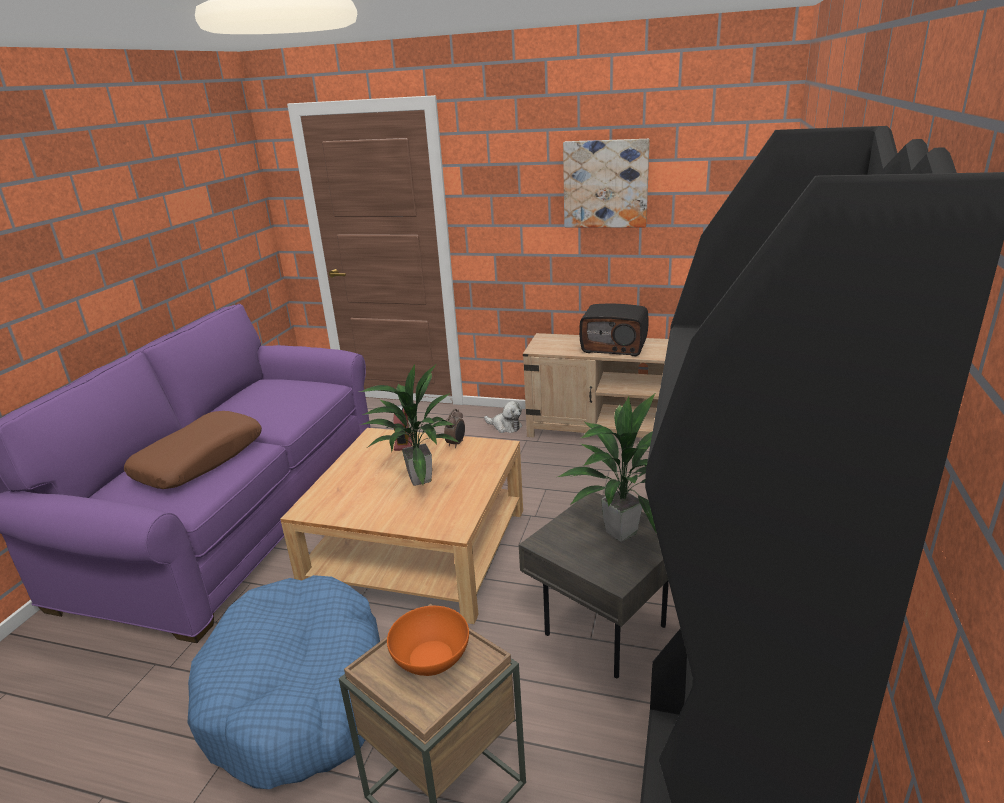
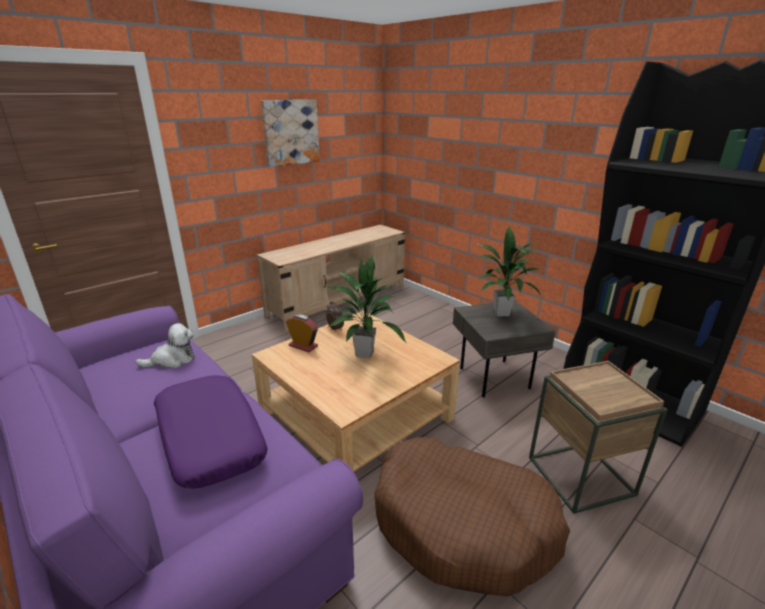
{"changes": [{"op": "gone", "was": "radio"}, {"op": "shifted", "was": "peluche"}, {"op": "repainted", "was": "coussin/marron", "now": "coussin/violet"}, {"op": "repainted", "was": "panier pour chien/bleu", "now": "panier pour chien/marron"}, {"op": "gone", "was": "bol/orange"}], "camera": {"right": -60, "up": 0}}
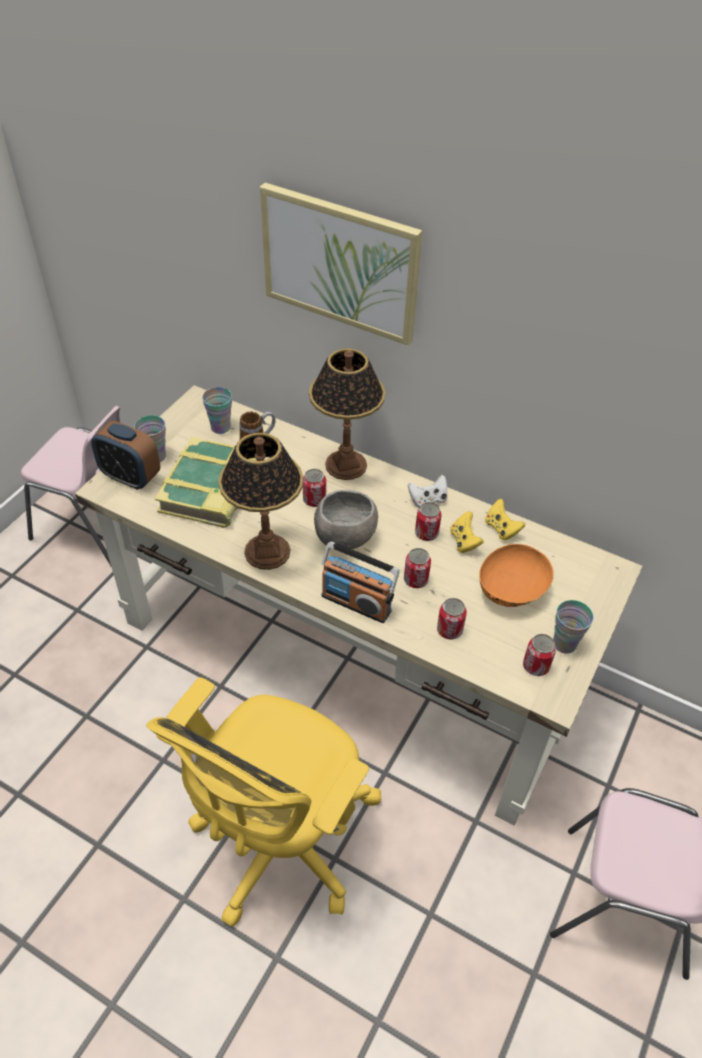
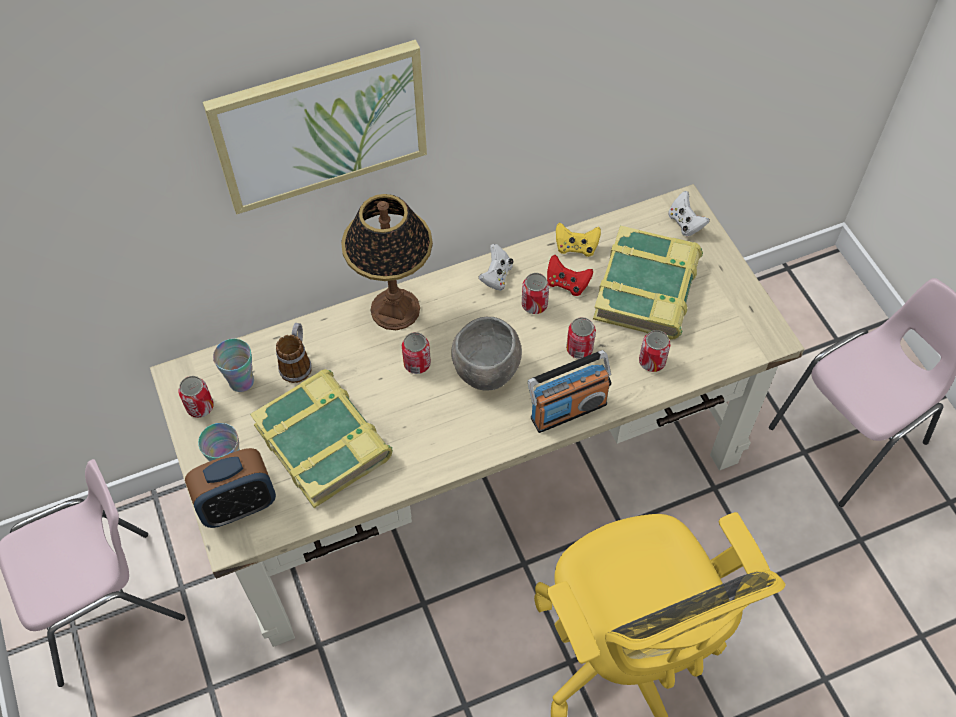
{"changes": [{"op": "gone", "was": "lampe de table (no. 1 from left)"}, {"op": "repainted", "was": "manette/jaune (no. 1 from left)", "now": "manette/rouge"}, {"op": "swapped", "was": "bol/orange", "now": "livre (no. 2 from left)"}, {"op": "gone", "was": "tasse (no. 3 from left)"}, {"op": "shifted", "was": "boîte métallique (no. 5 from left in the first image)", "now": "boîte métallique (no. 1 from left)"}, {"op": "new", "now": "manette/blanc (no. 2 from left)"}], "camera": {"right": -50, "up": 10}}
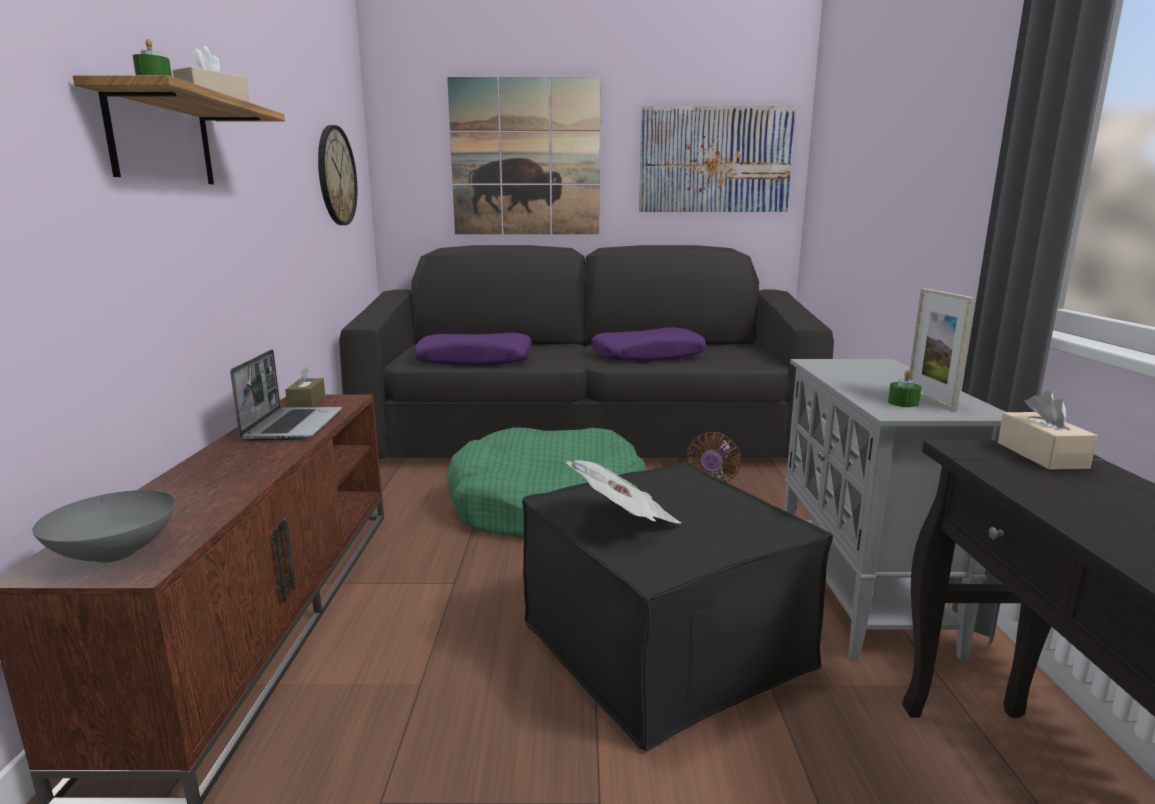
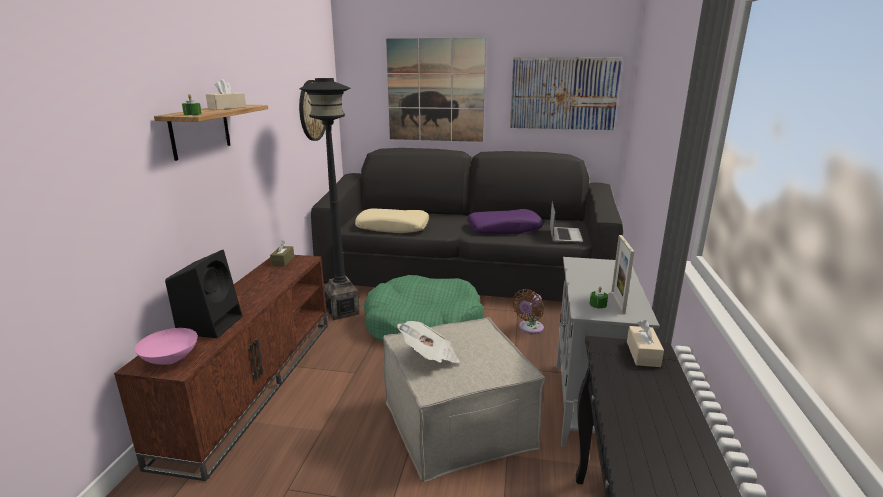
{"changes": [{"op": "repainted", "was": "coussin/violet (no. 1 from left)", "now": "coussin/beige"}, {"op": "shifted", "was": "ordinateur portable"}, {"op": "repainted", "was": "pouf/noir", "now": "pouf/beige"}, {"op": "repainted", "was": "bol/gris", "now": "bol/rose"}, {"op": "new", "now": "lampadaire/noir"}, {"op": "new", "now": "enceinte/noir"}], "camera": {"right": 10, "up": 5}}
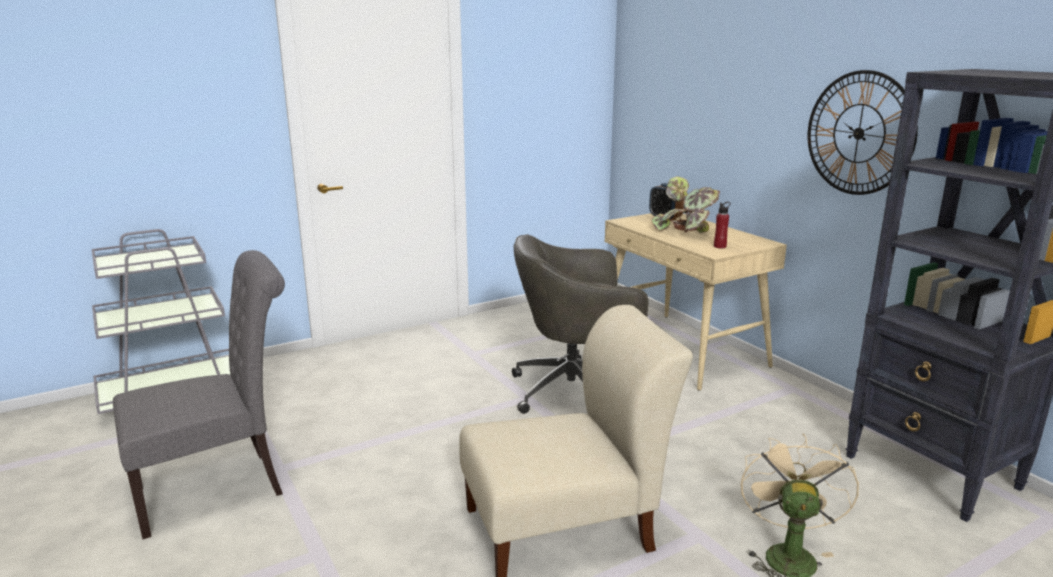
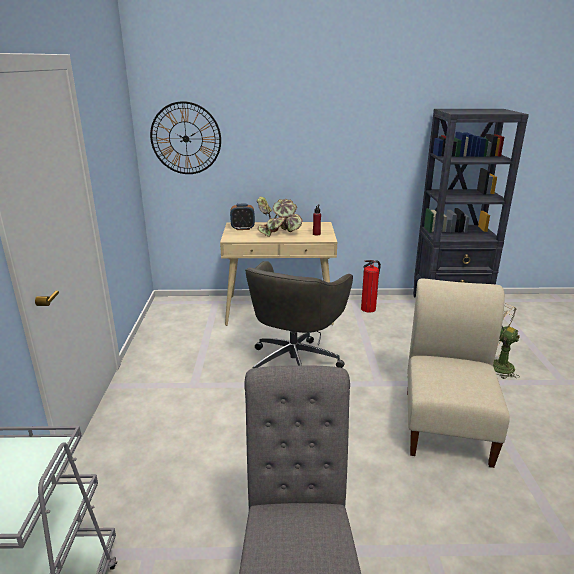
{"changes": [{"op": "shifted", "was": "horloge murale"}, {"op": "new", "now": "extincteur"}], "camera": {"right": -60, "up": 5}}
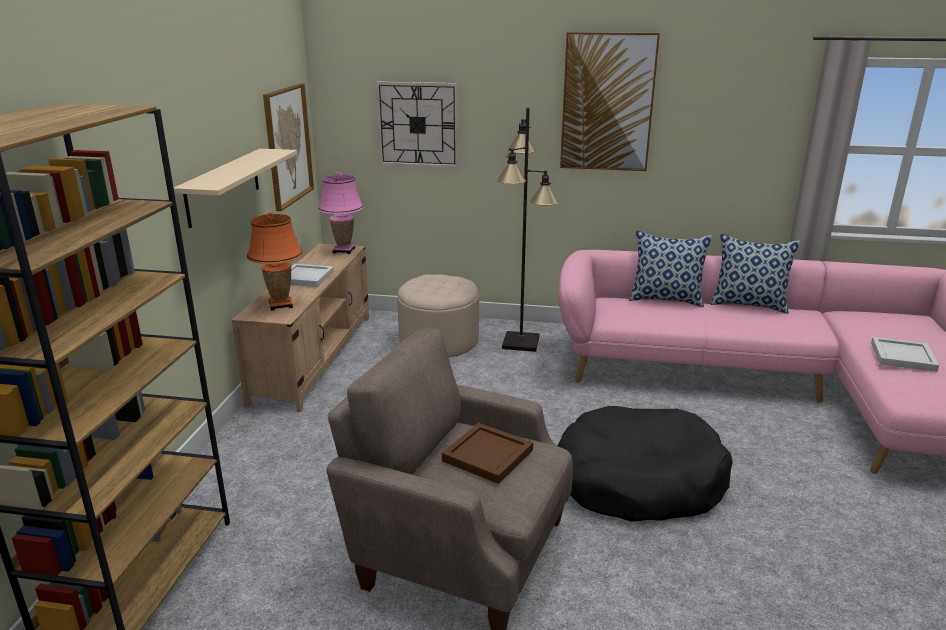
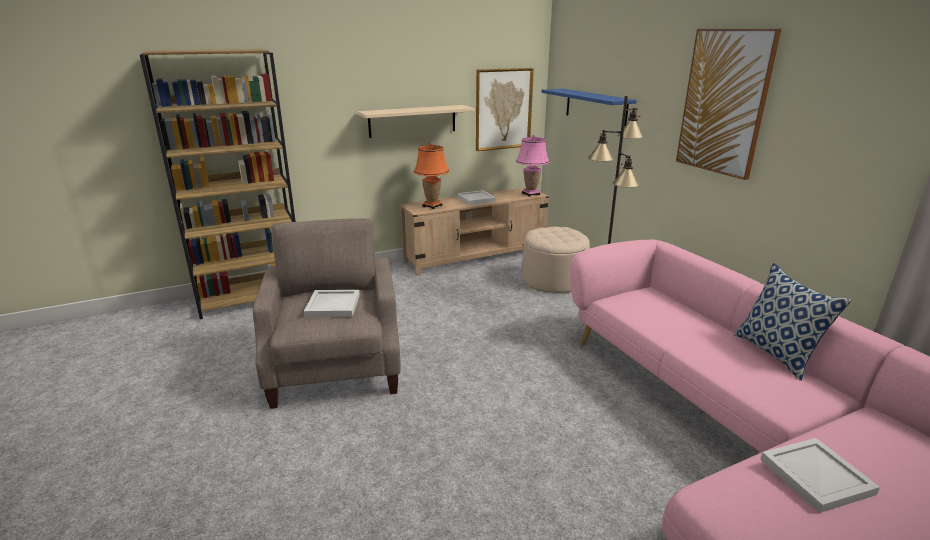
{"changes": [{"op": "swapped", "was": "horloge murale", "now": "étagère/bleu"}, {"op": "gone", "was": "coussin (no. 1 from left)"}, {"op": "gone", "was": "panier pour chien/noir"}, {"op": "repainted", "was": "plateau/marron", "now": "plateau/blanc (no. 1 from left)"}], "camera": {"right": 55, "up": 0}}
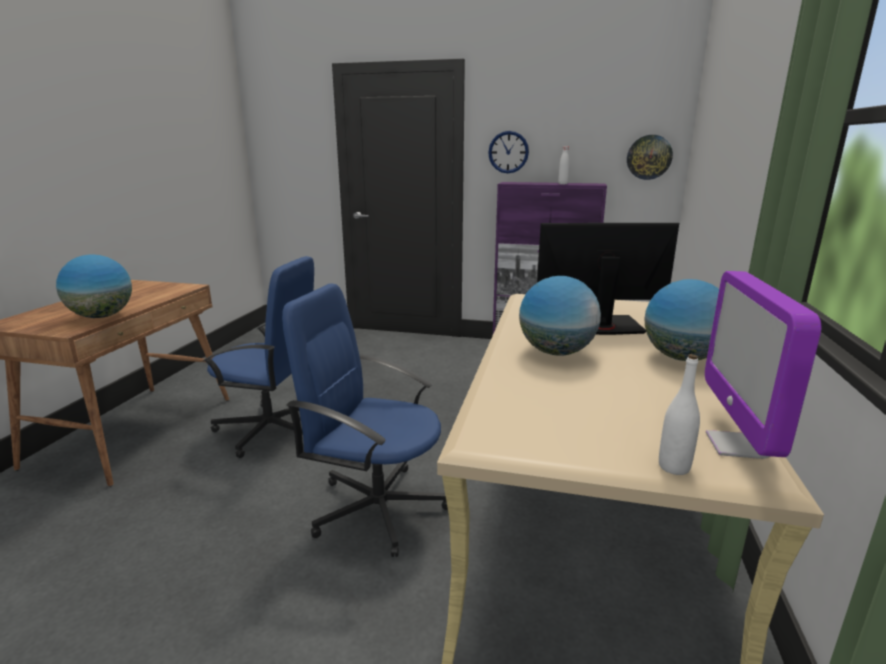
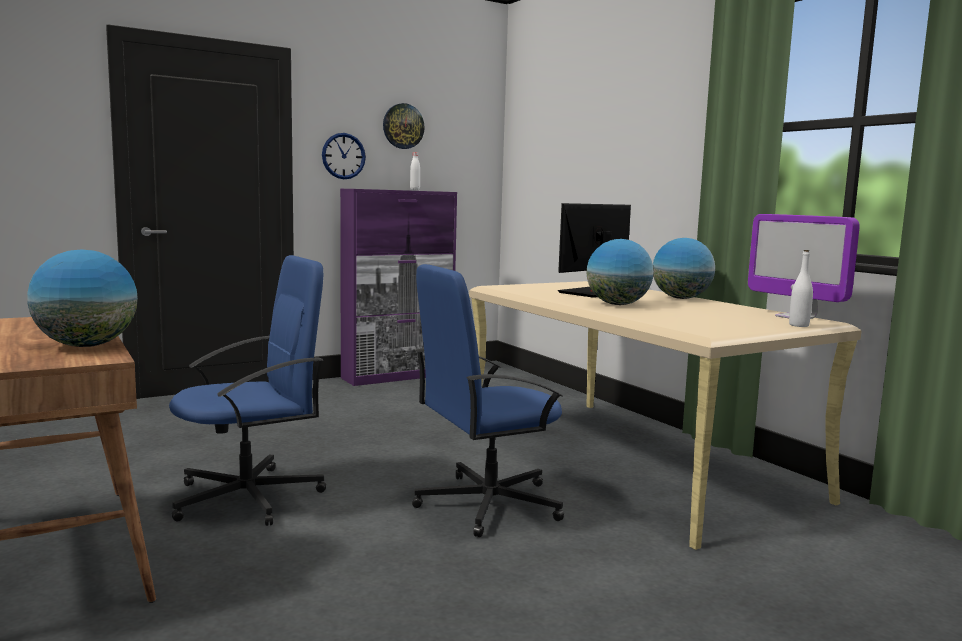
{"changes": [{"op": "shifted", "was": "horloge murale (no. 2 from left)"}], "camera": {"right": -45, "up": -10}}
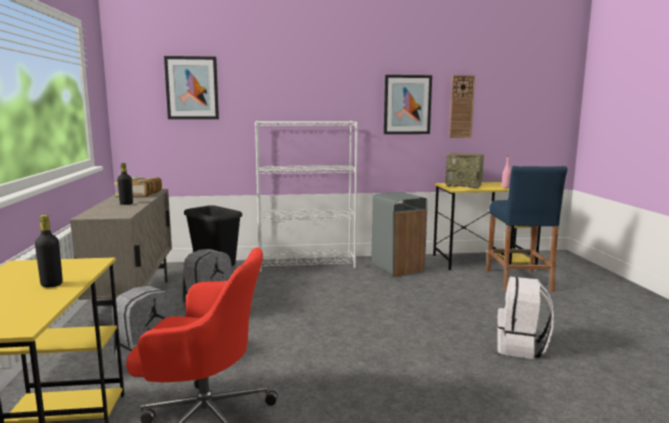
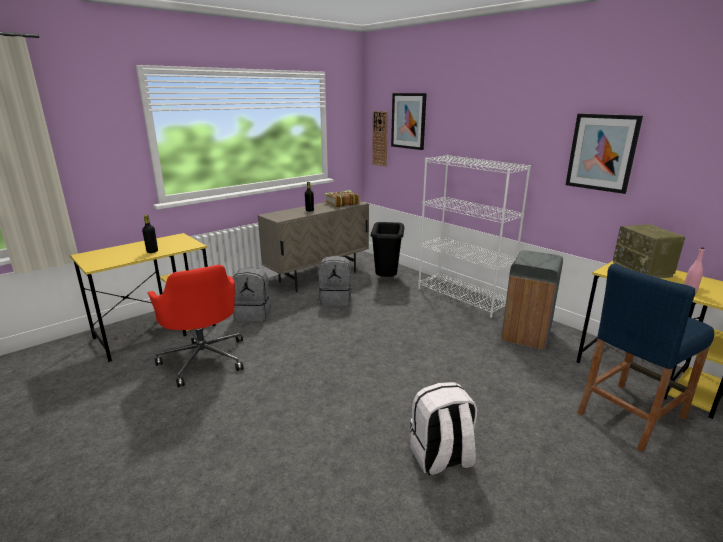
{"changes": [{"op": "shifted", "was": "horloge murale"}], "camera": {"right": 55, "up": 10}}
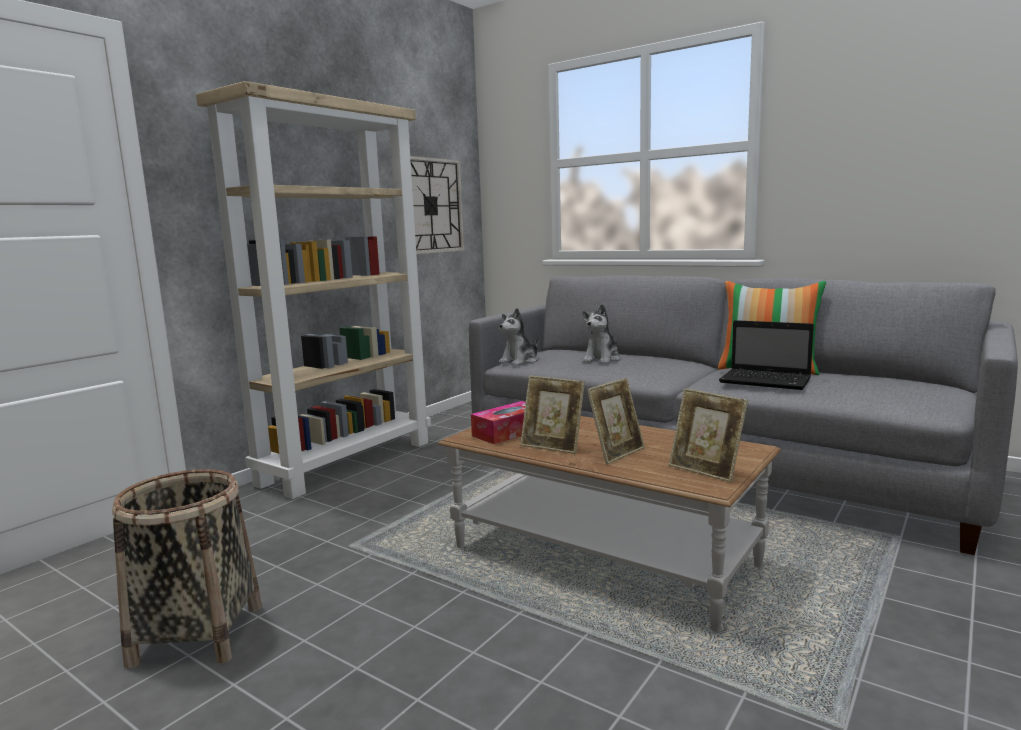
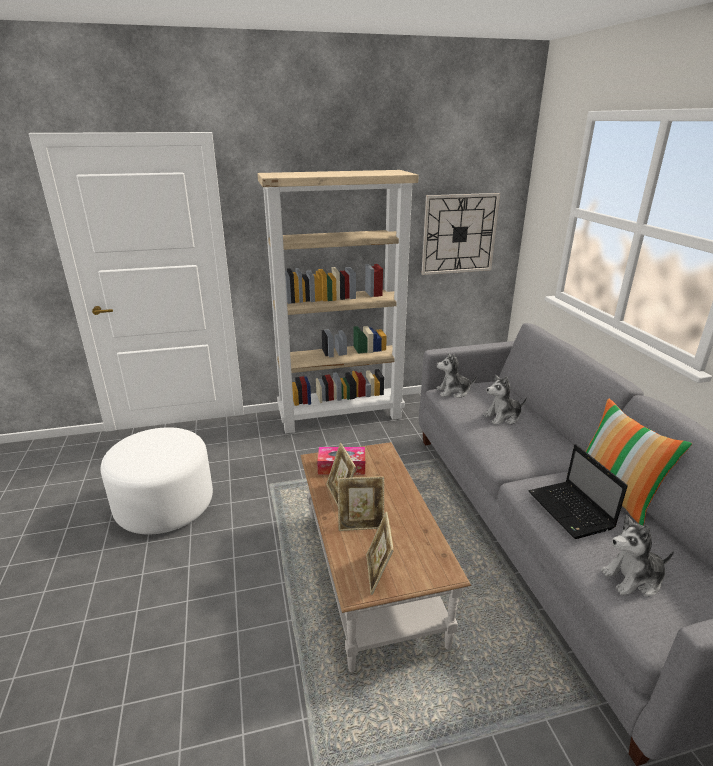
{"changes": [{"op": "swapped", "was": "panier", "now": "pouf/blanc"}, {"op": "new", "now": "peluche (no. 3 from left)"}], "camera": {"right": 40, "up": 15}}
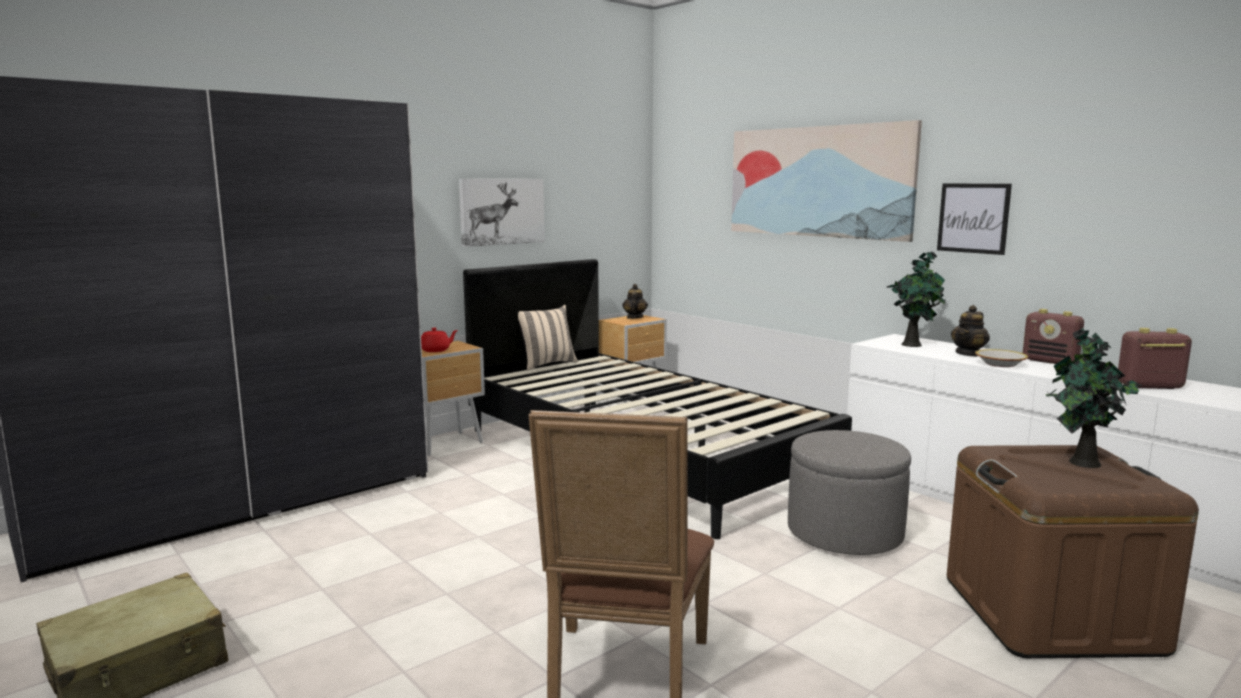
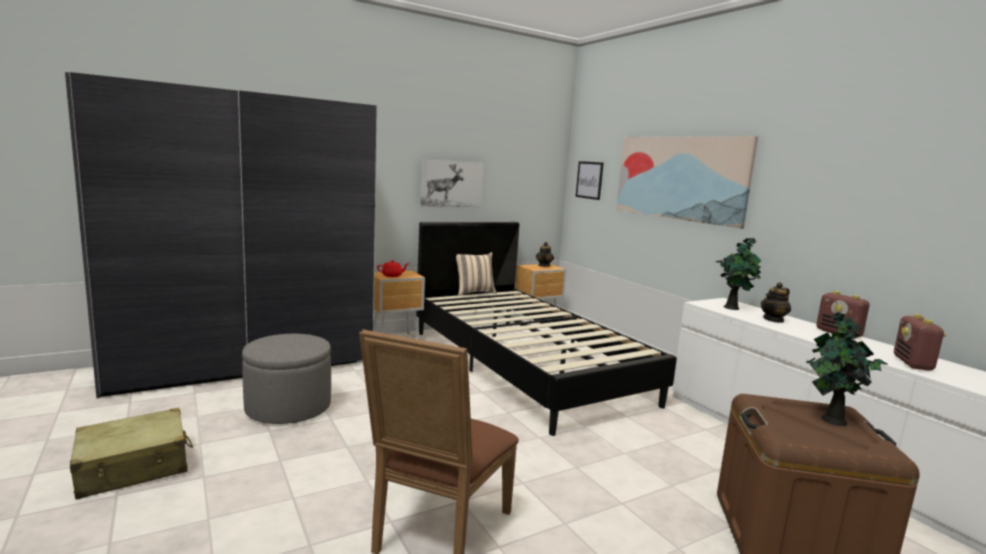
{"changes": [{"op": "shifted", "was": "tableau (no. 3 from left in the first image)", "now": "tableau (no. 2 from left)"}, {"op": "rotated", "was": "radio (no. 2 from left)", "clockwise": -90}, {"op": "gone", "was": "bol"}, {"op": "shifted", "was": "pouf/gris"}], "camera": {"right": 10, "up": 0}}
